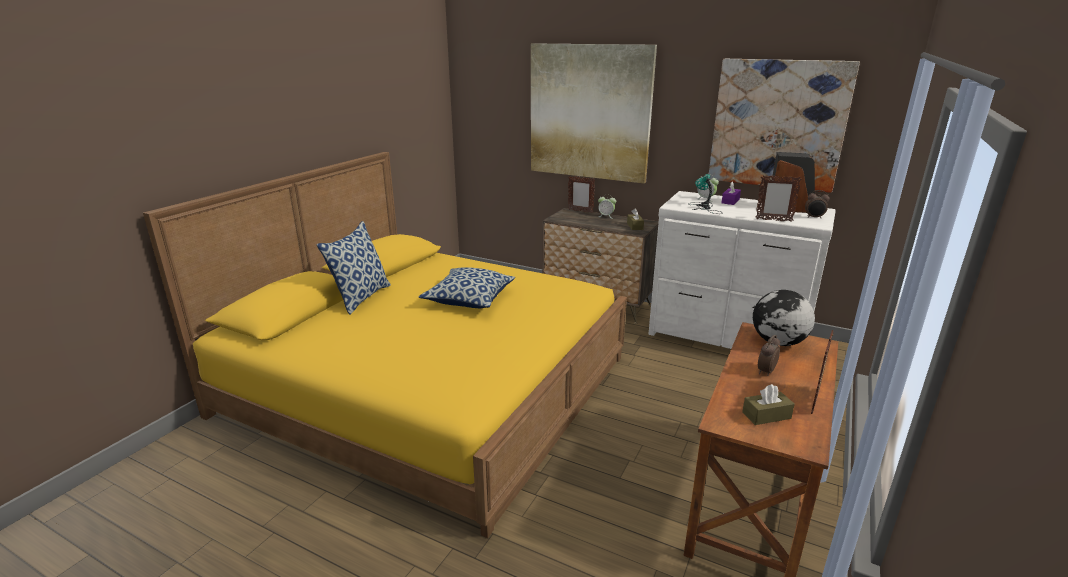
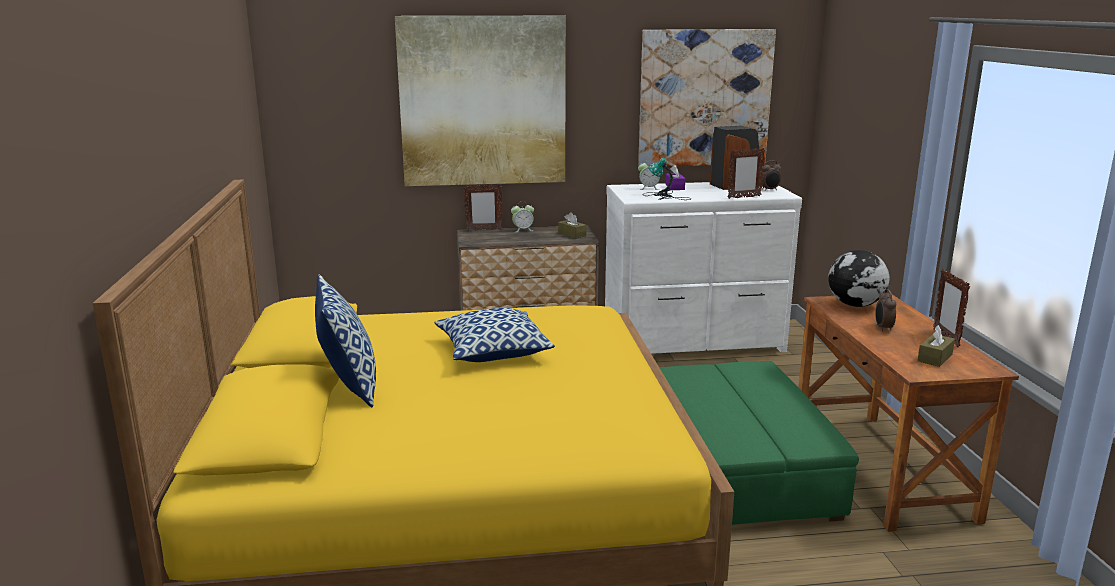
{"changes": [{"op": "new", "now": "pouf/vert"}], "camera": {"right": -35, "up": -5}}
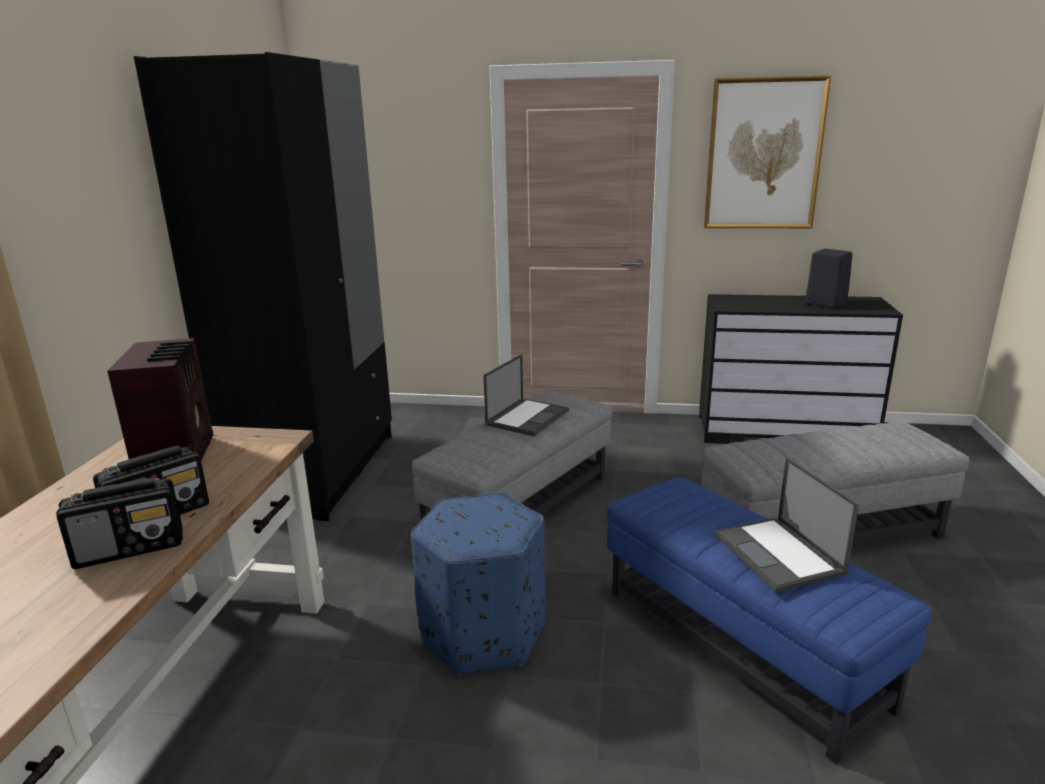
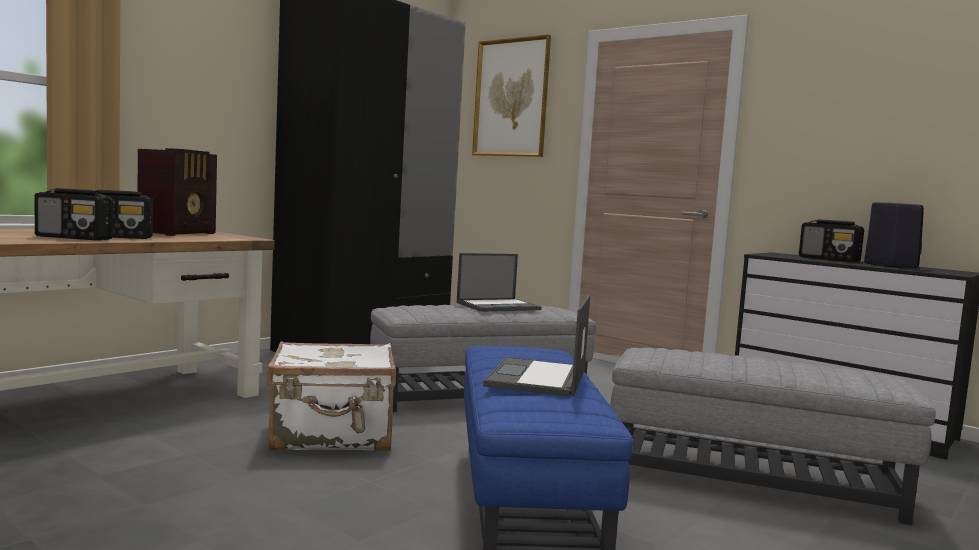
{"changes": [{"op": "shifted", "was": "tableau"}, {"op": "swapped", "was": "pouf/bleu (no. 1 from left)", "now": "valise/blanc"}, {"op": "new", "now": "radio (no. 4 from left)"}], "camera": {"right": 30, "up": -15}}
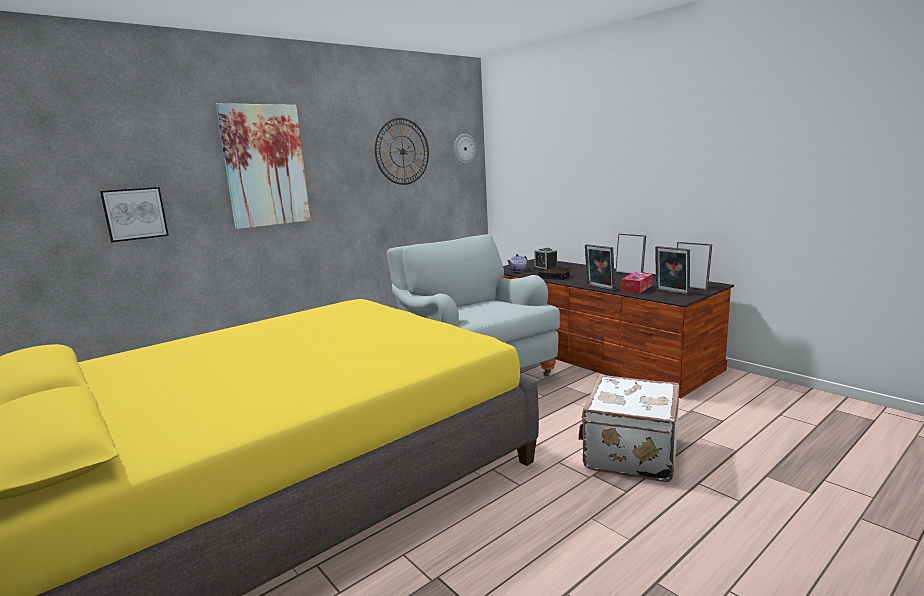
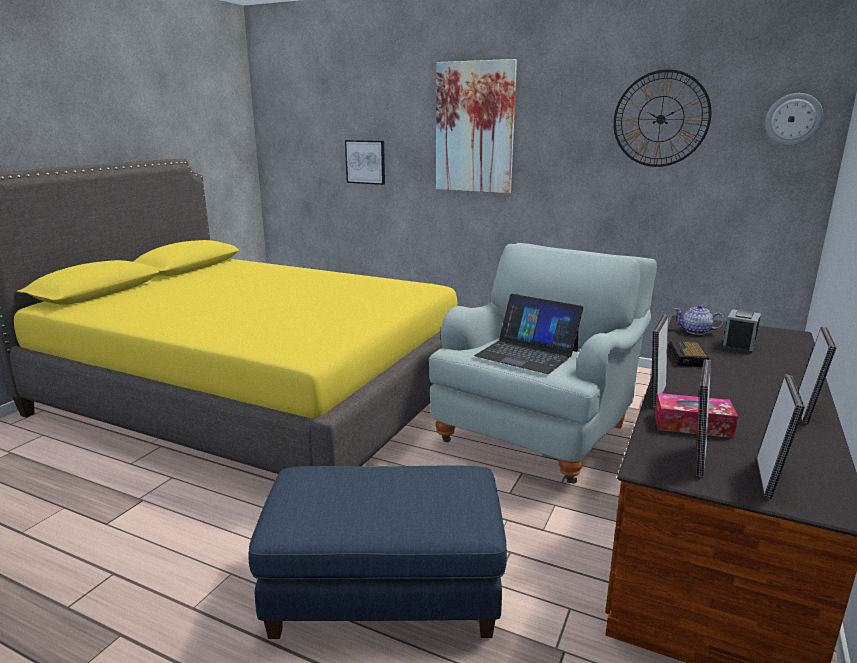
{"changes": [{"op": "swapped", "was": "valise/blanc", "now": "pouf/bleu"}, {"op": "new", "now": "ordinateur portable"}], "camera": {"right": 65, "up": 5}}
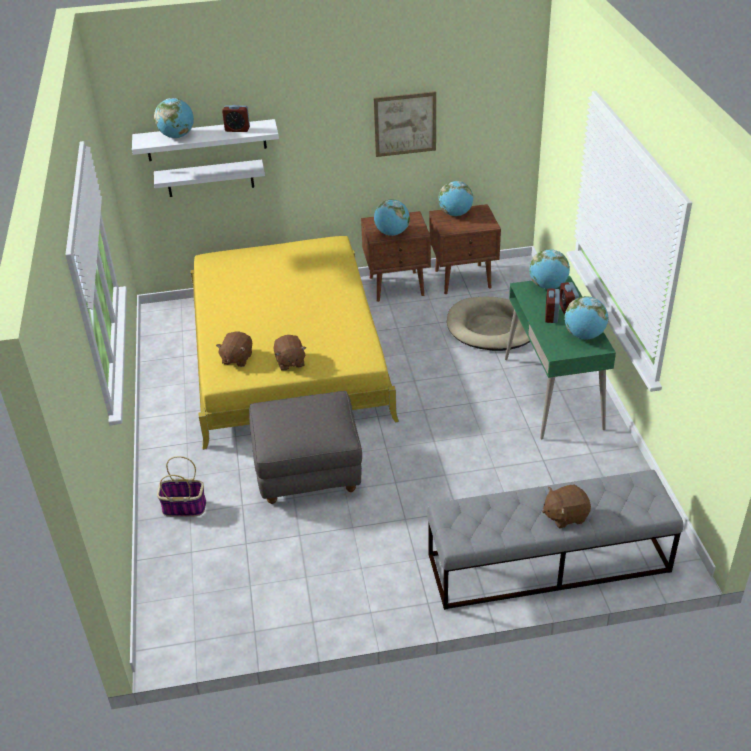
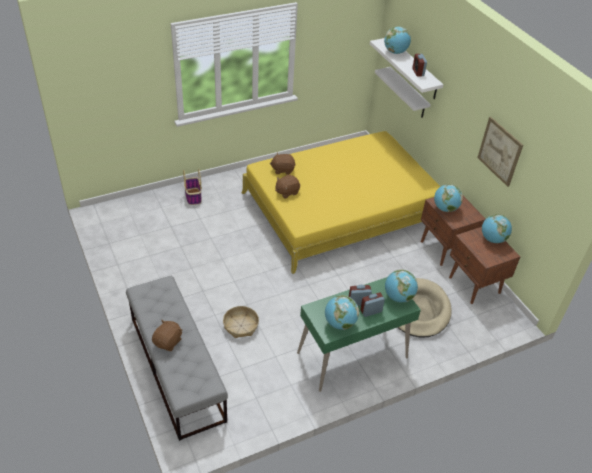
{"changes": [{"op": "gone", "was": "pouf/gris"}, {"op": "rotated", "was": "peluche/marron (no. 3 from left in the first image)", "clockwise": 60}, {"op": "new", "now": "panier (no. 2 from left)"}], "camera": {"right": 70, "up": 5}}
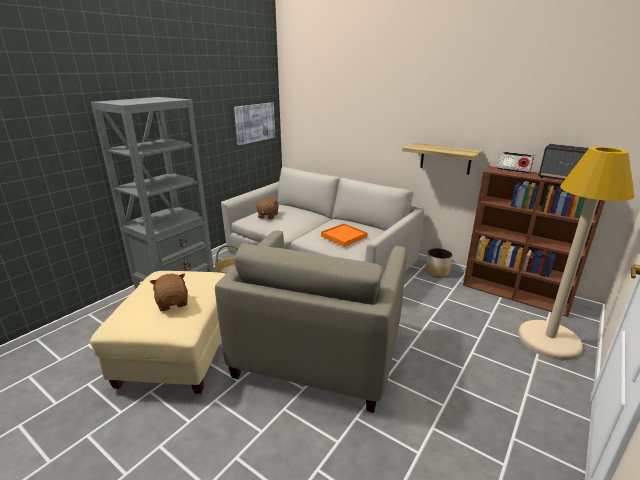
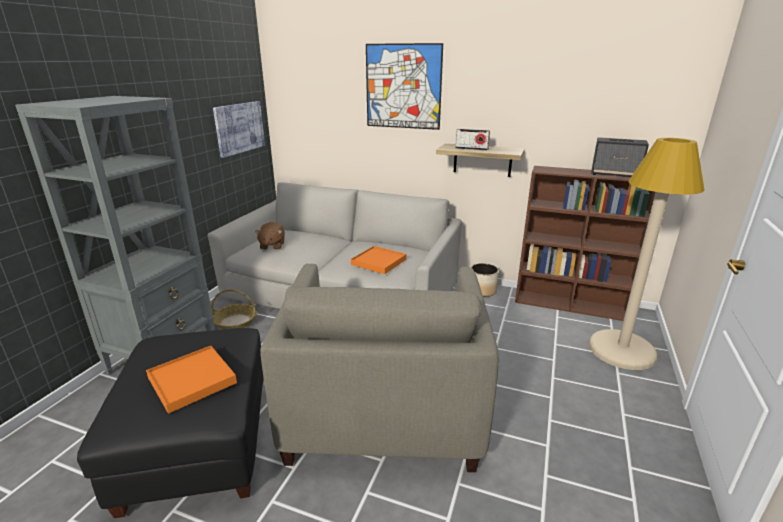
{"changes": [{"op": "shifted", "was": "radio"}, {"op": "repainted", "was": "pouf/beige", "now": "pouf/noir"}, {"op": "swapped", "was": "peluche/marron (no. 1 from left)", "now": "plateau/orange (no. 1 from left)"}, {"op": "new", "now": "tableau (no. 2 from left)"}], "camera": {"right": -15, "up": 0}}
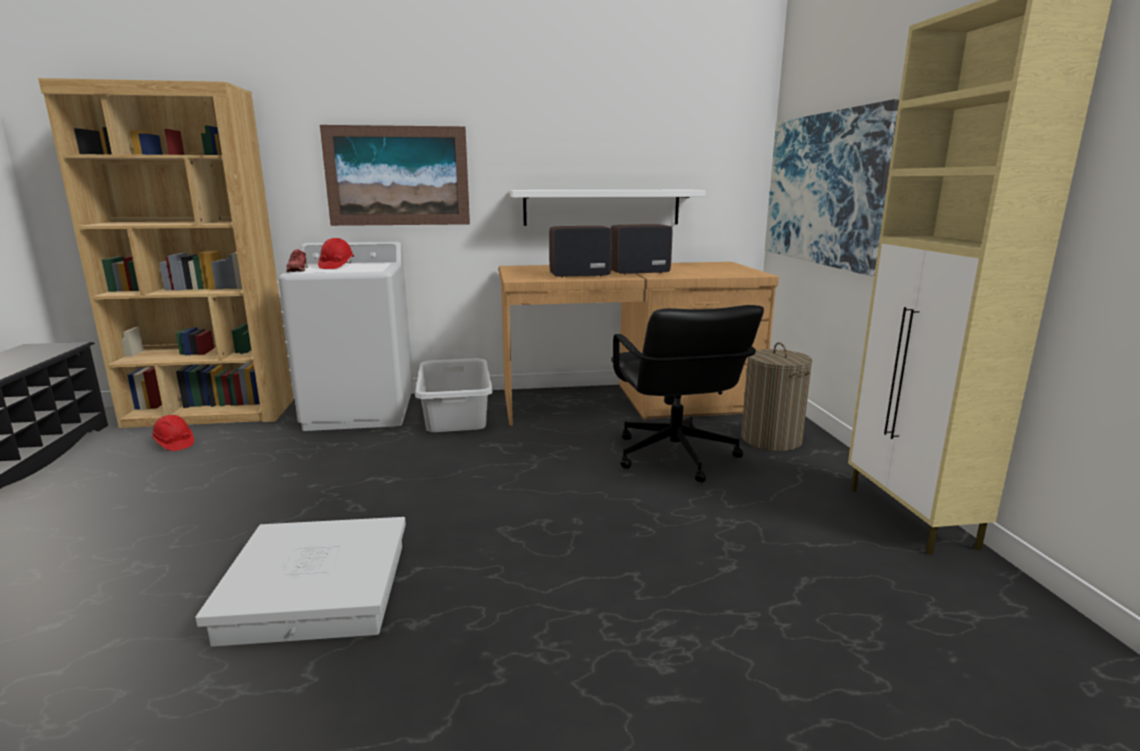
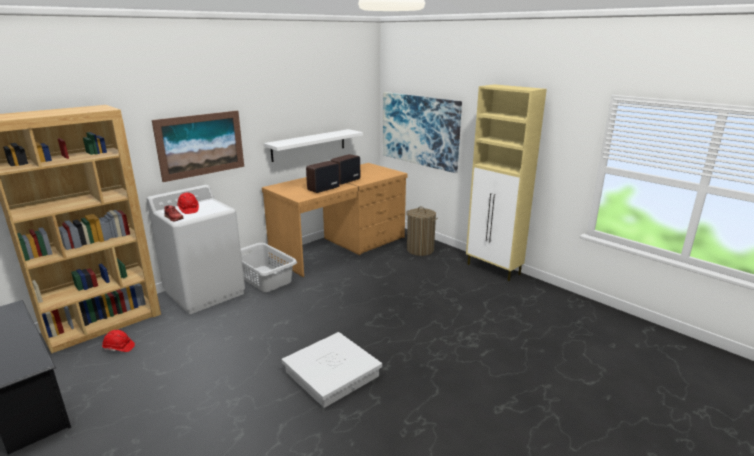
{"changes": [{"op": "gone", "was": "chaise de bureau/noir"}], "camera": {"right": -35, "up": 5}}
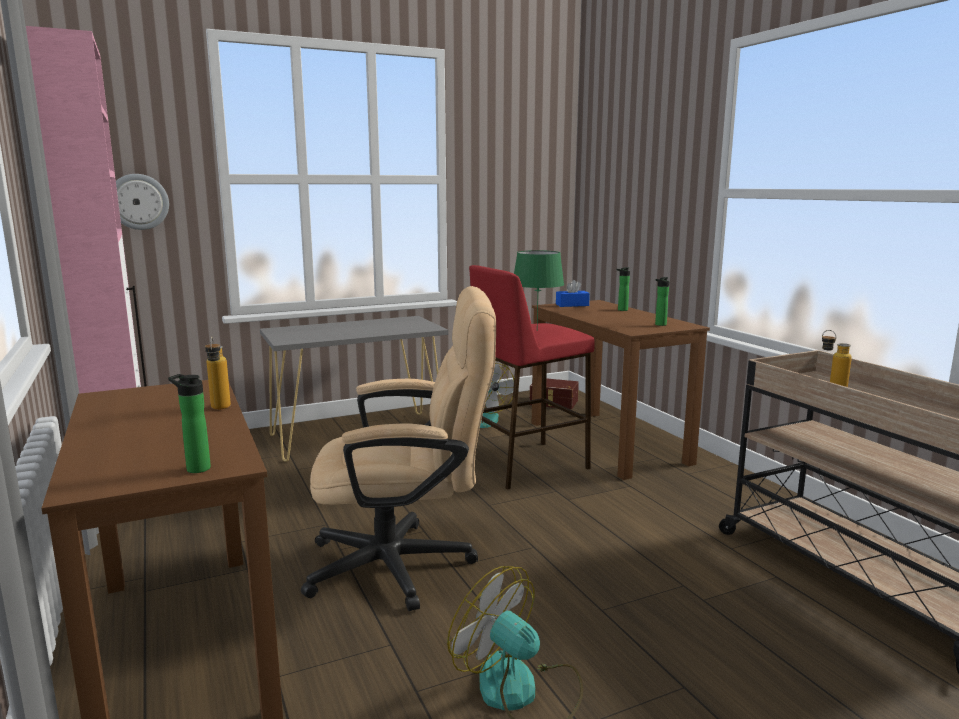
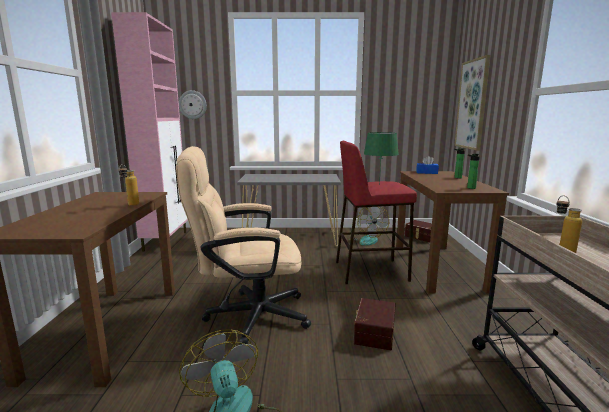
{"changes": [{"op": "rotated", "was": "chaise de bureau/beige", "clockwise": 150}, {"op": "gone", "was": "bouteille (no. 1 from left)"}, {"op": "new", "now": "tableau"}, {"op": "new", "now": "boîte de rangement/marron (no. 1 from left)"}], "camera": {"right": 25, "up": 0}}
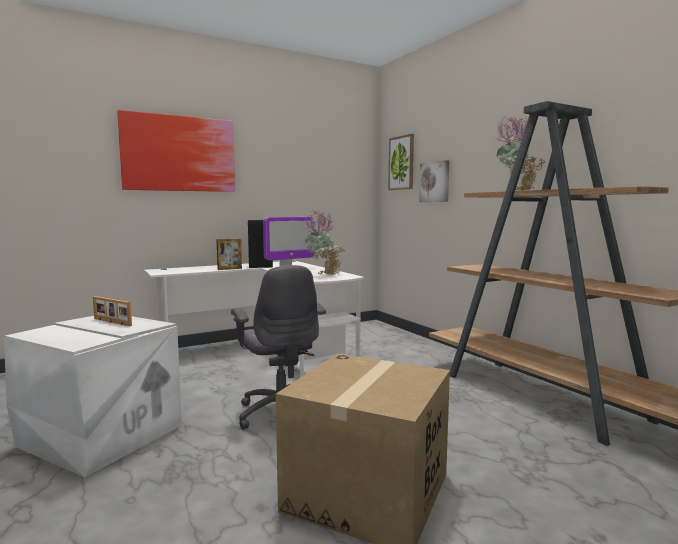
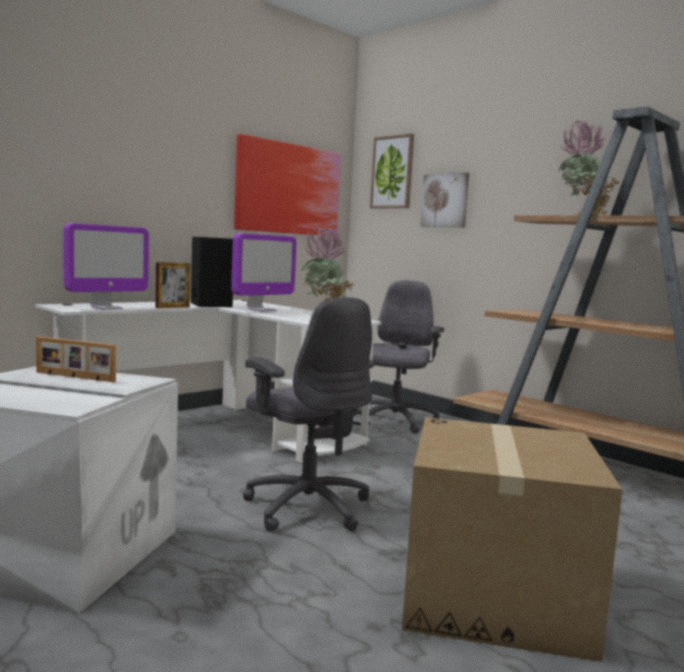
{"changes": [{"op": "shifted", "was": "tableau (no. 1 from left)"}, {"op": "new", "now": "écran d'ordinateur (no. 1 from left)"}, {"op": "new", "now": "chaise de bureau/gris (no. 2 from left)"}], "camera": {"right": -15, "up": 0}}
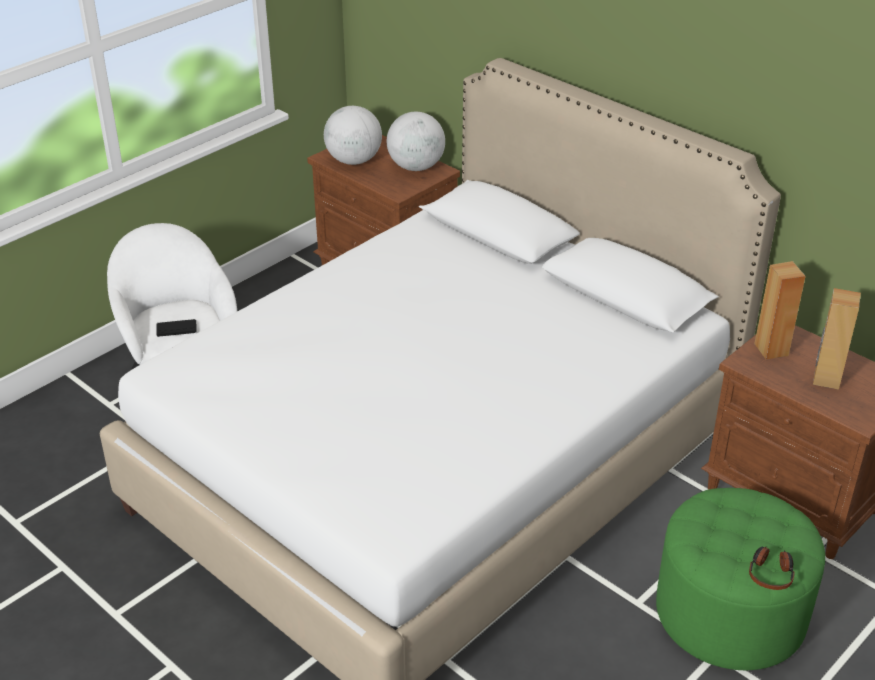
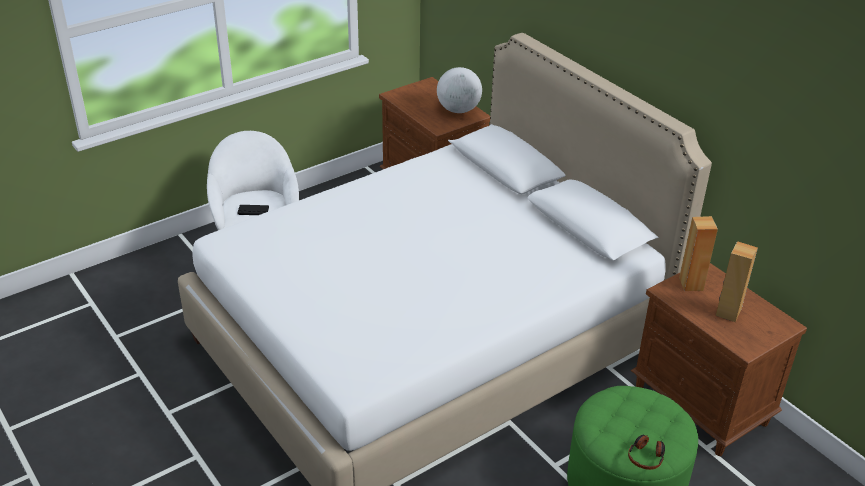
{"changes": [{"op": "gone", "was": "globe (no. 1 from left)"}], "camera": {"right": 10, "up": 0}}
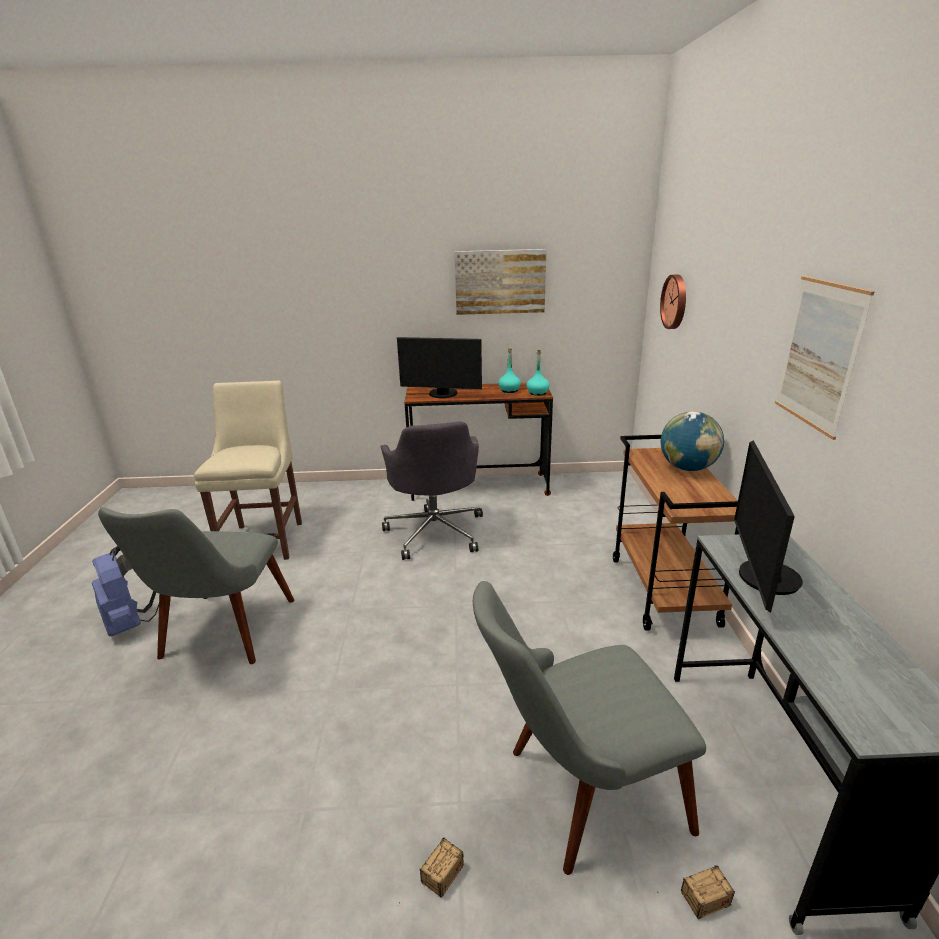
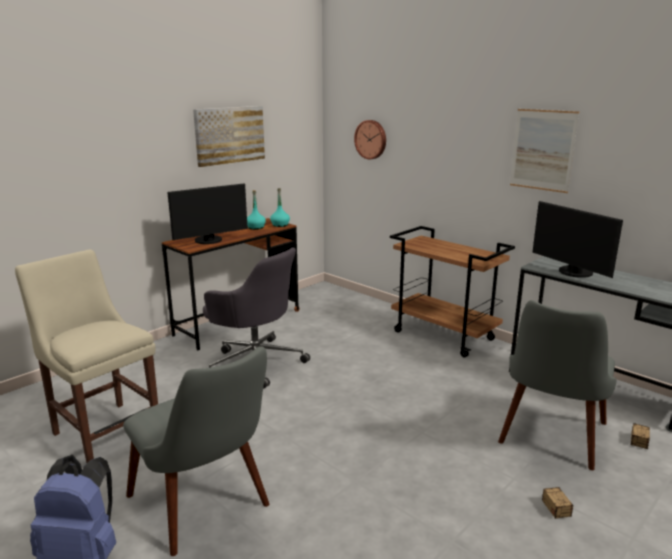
{"changes": [{"op": "gone", "was": "globe"}], "camera": {"right": -45, "up": -5}}
